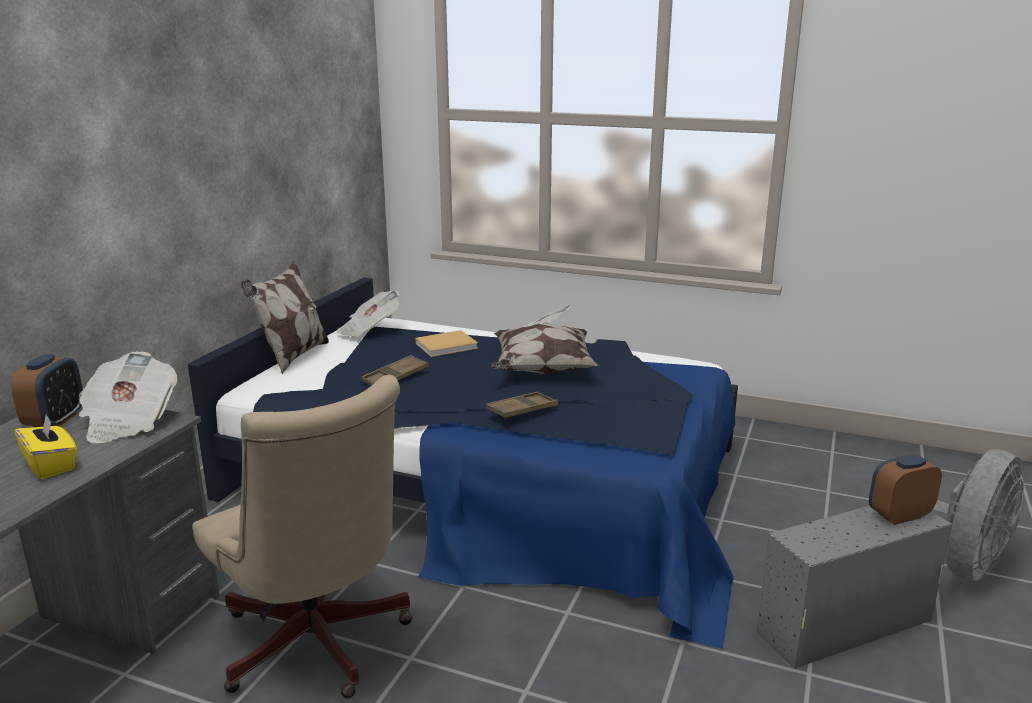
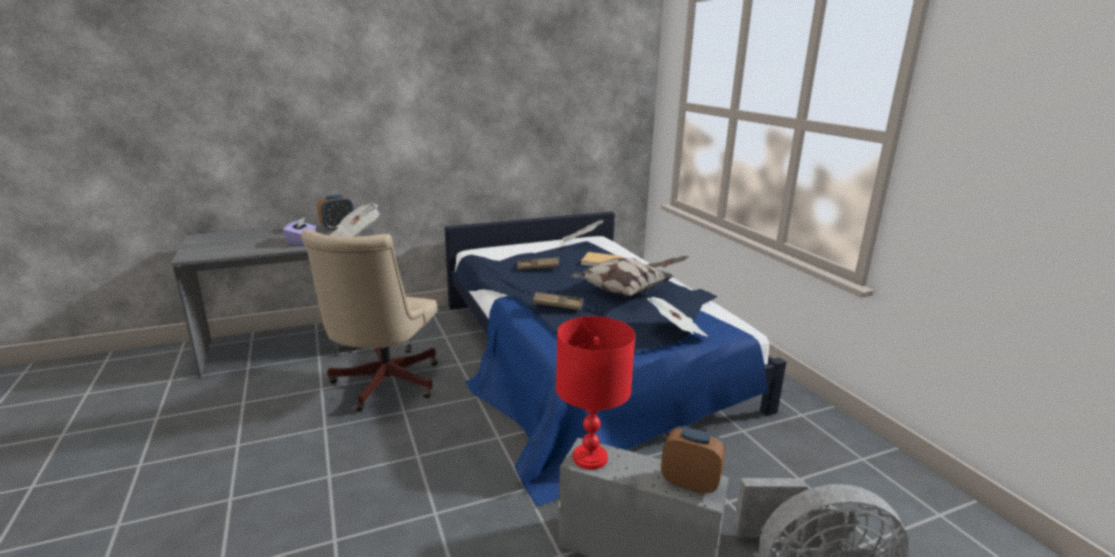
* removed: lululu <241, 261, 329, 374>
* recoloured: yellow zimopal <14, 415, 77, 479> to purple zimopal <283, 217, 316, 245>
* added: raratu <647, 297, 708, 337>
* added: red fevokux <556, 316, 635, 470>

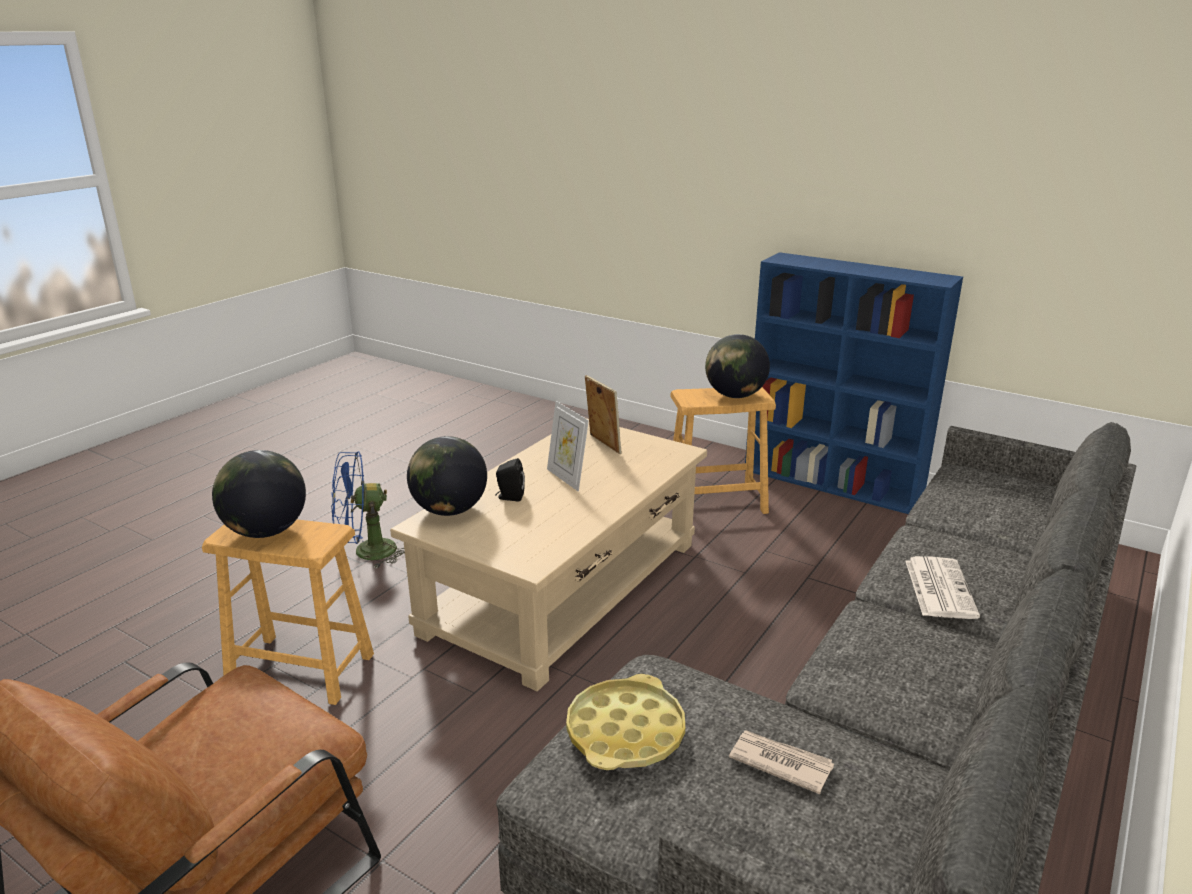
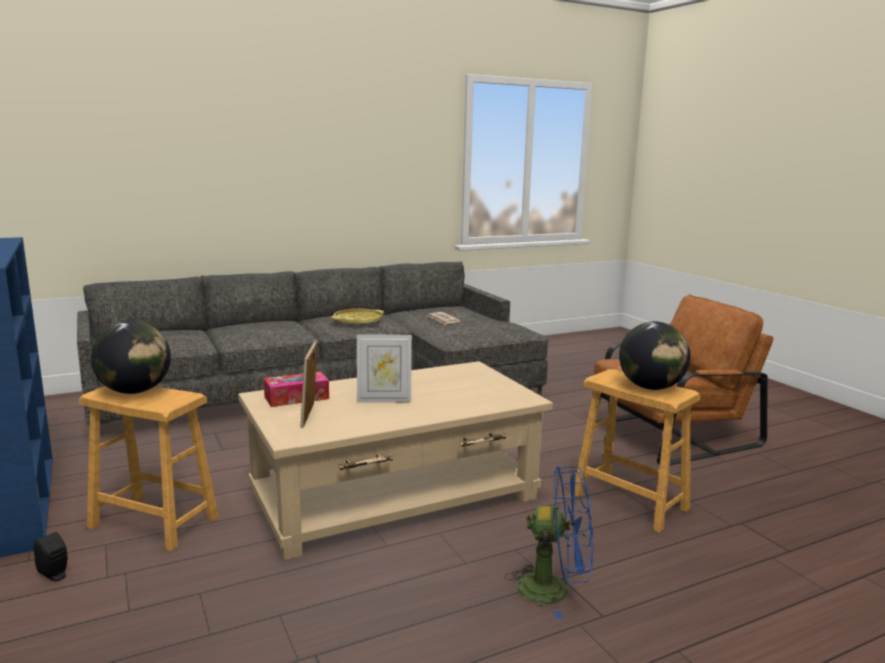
* turned: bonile <547, 401, 589, 491> = <357, 335, 412, 402> 90 degrees clockwise
* removed: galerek <407, 436, 487, 516>
* moved: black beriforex <495, 458, 525, 501> to <34, 532, 67, 581>
* removed: raratu <905, 556, 980, 619>
* moved: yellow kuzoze <566, 674, 685, 770> to <331, 309, 384, 326>
* added: zimopal <264, 371, 329, 407>

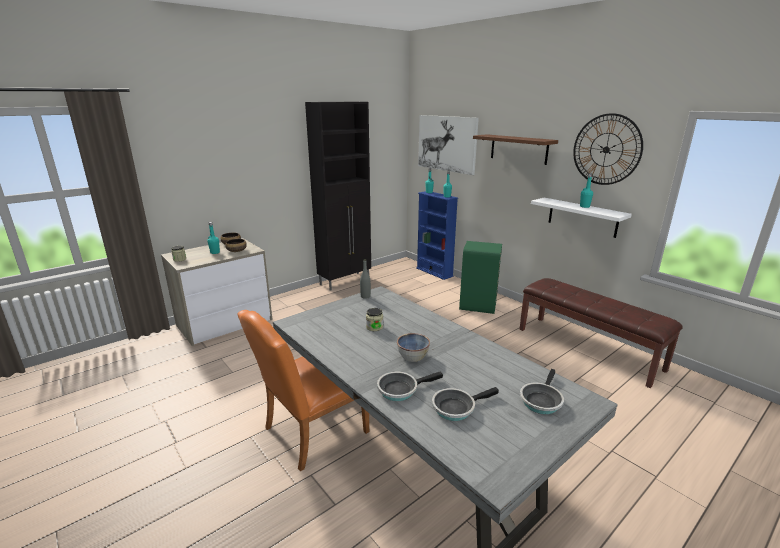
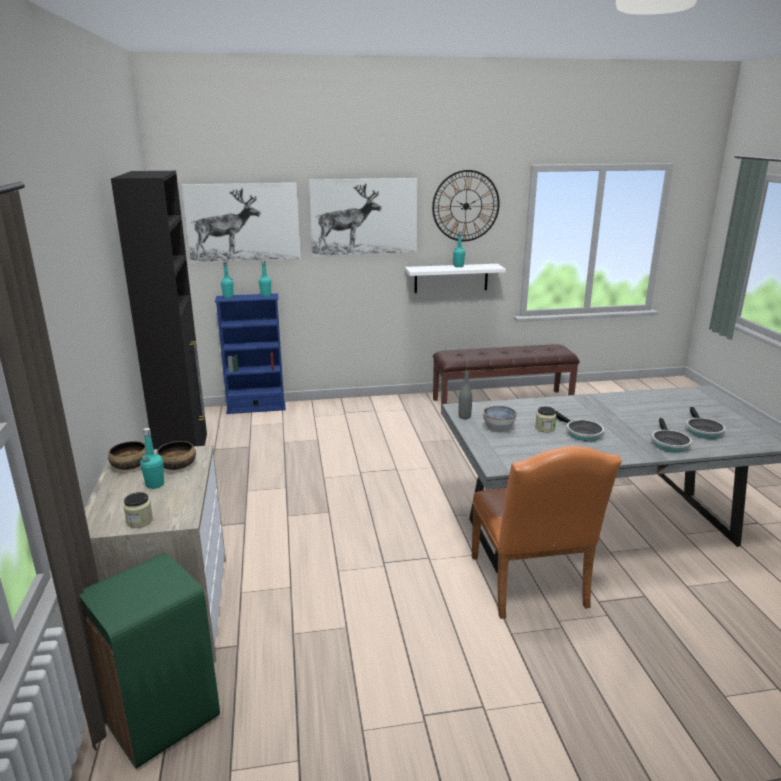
* replaced: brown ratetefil <473, 134, 558, 165> to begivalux <309, 178, 418, 256>
* moved: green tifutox <459, 241, 502, 314> to <79, 553, 220, 769>
* moved: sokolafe <397, 333, 430, 362> to <483, 406, 517, 432>
* moved: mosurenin <520, 369, 564, 414> to <556, 411, 604, 441>

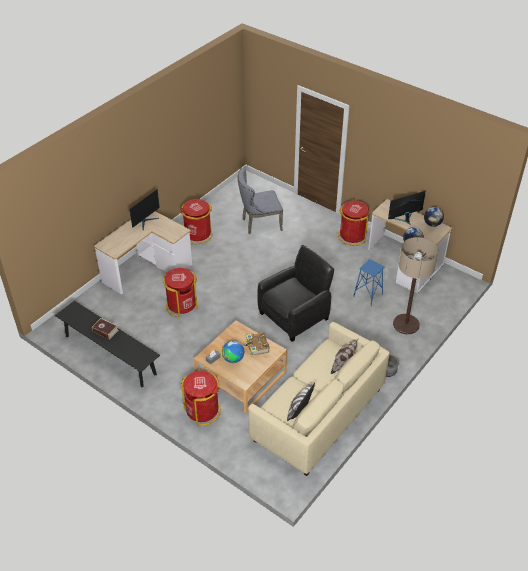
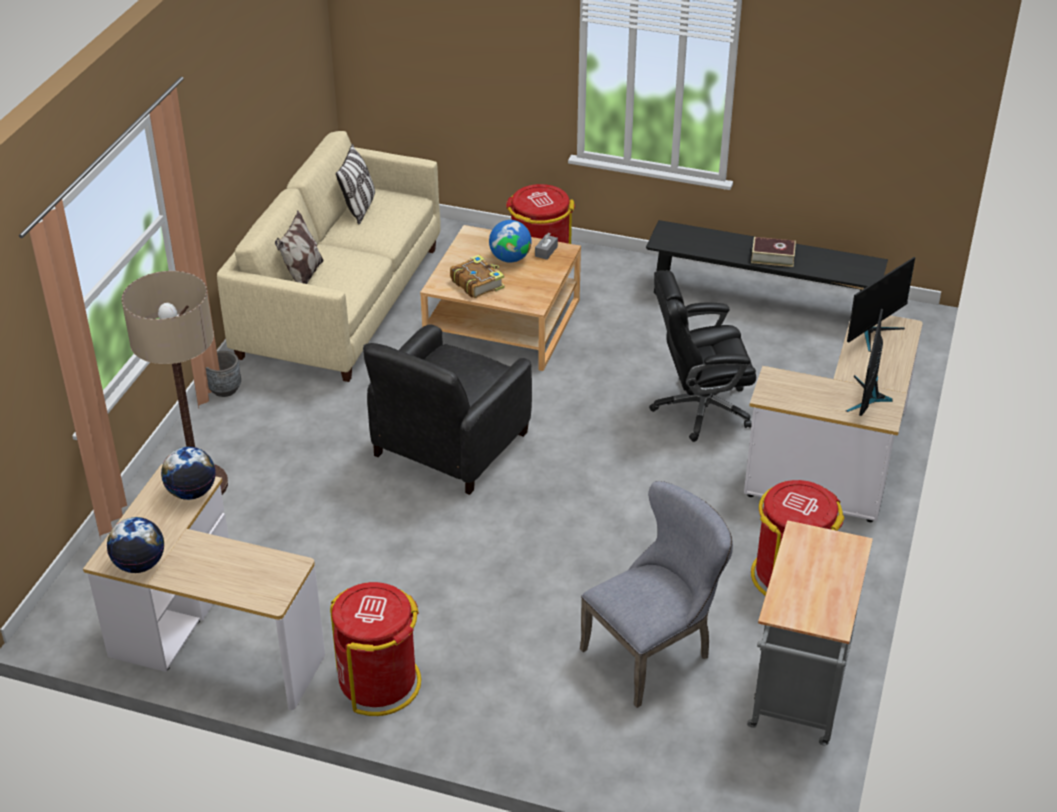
* moved: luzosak <388, 191, 426, 225> to <847, 257, 915, 352>
* removed: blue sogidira <353, 259, 384, 306>
* replaced: red tifutox <163, 268, 198, 317> to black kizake <649, 270, 756, 442>
* added: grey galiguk <747, 520, 873, 745>

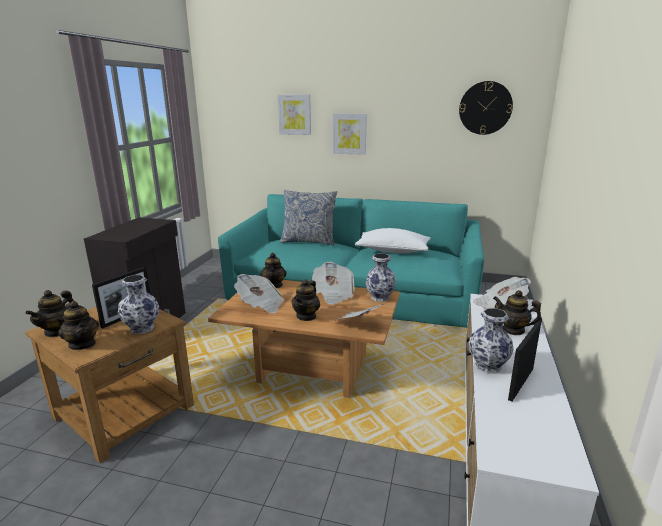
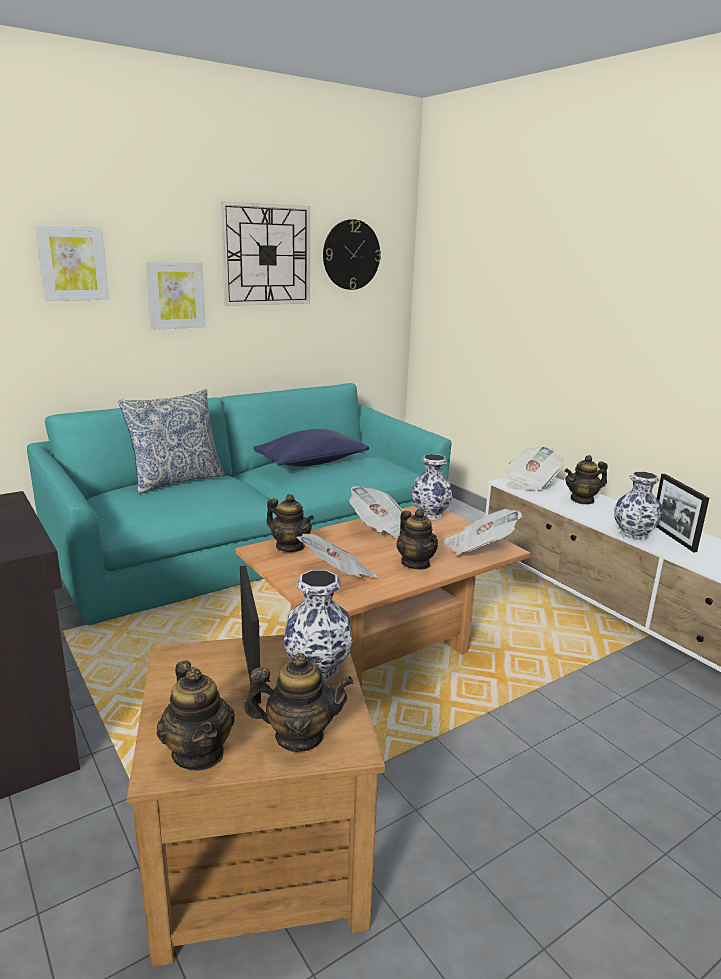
* recoloured: white lululu <355, 228, 430, 253> to blue lululu <253, 429, 369, 467>
* added: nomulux <220, 201, 310, 306>

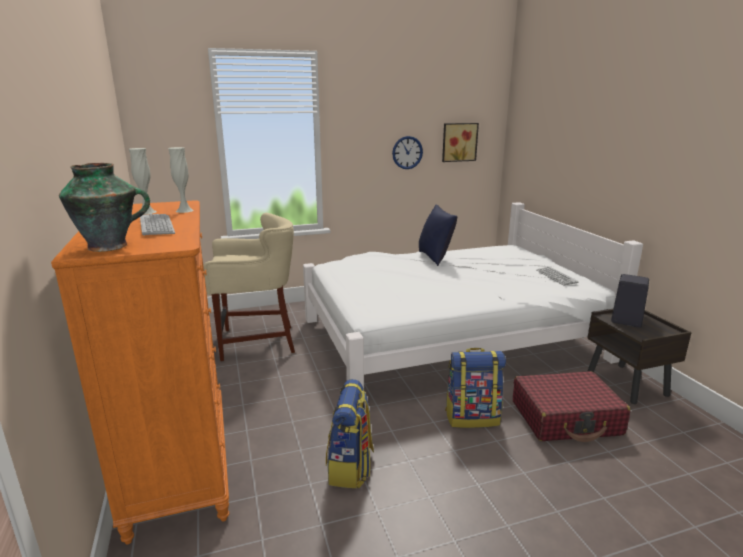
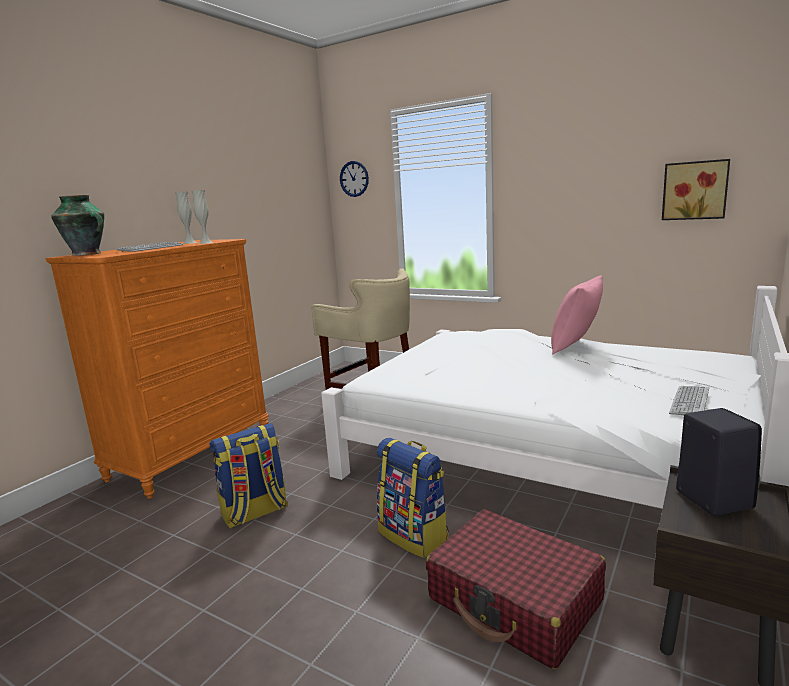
* moved: nomulux <392, 136, 423, 169> to <340, 161, 369, 197>
* recoloured: blue lululu <419, 204, 457, 266> to pink lululu <551, 276, 603, 354>

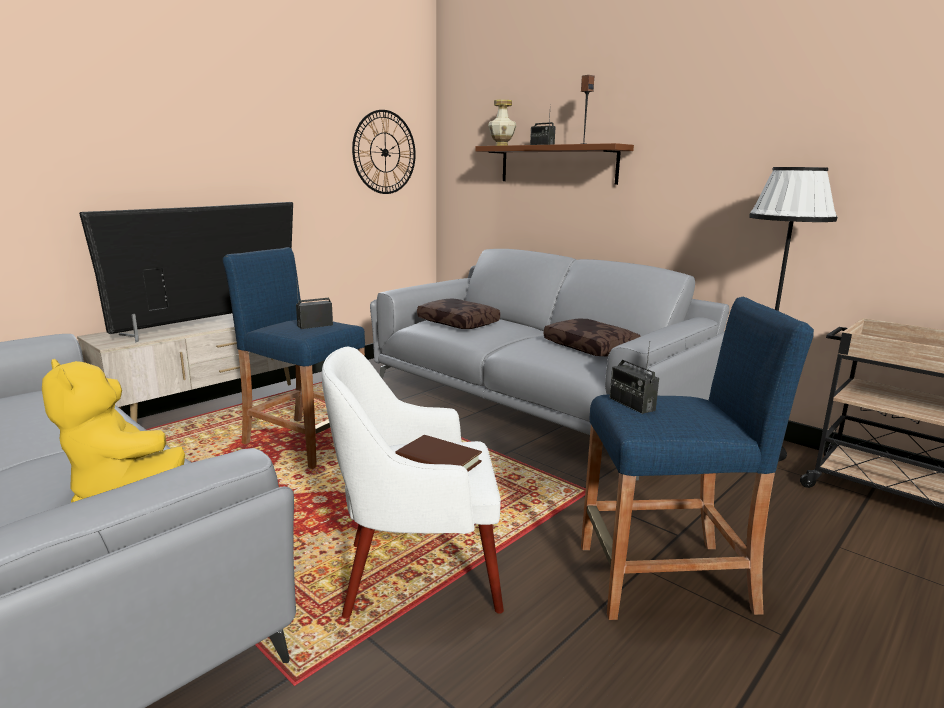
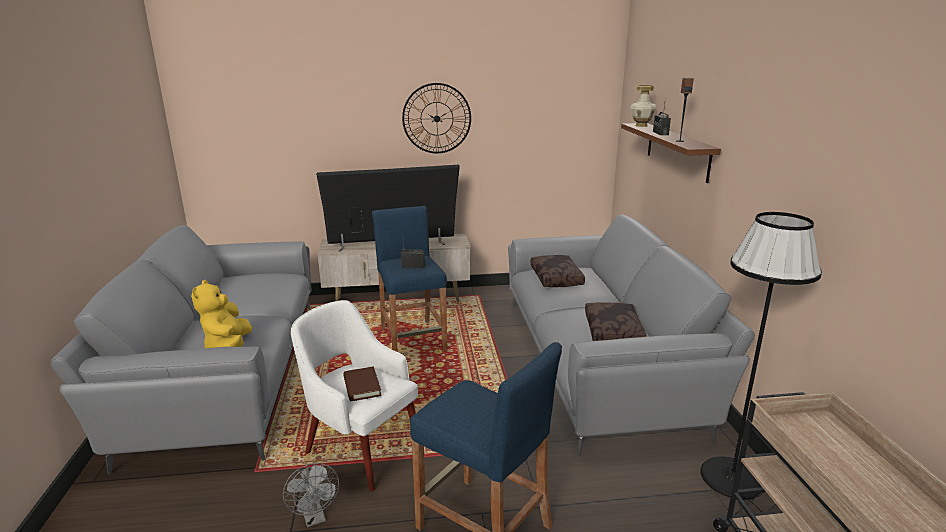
* moved: nomulux <352, 110, 416, 194> to <402, 83, 471, 154>
* removed: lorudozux <610, 341, 659, 414>
* added: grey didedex <283, 463, 339, 527>

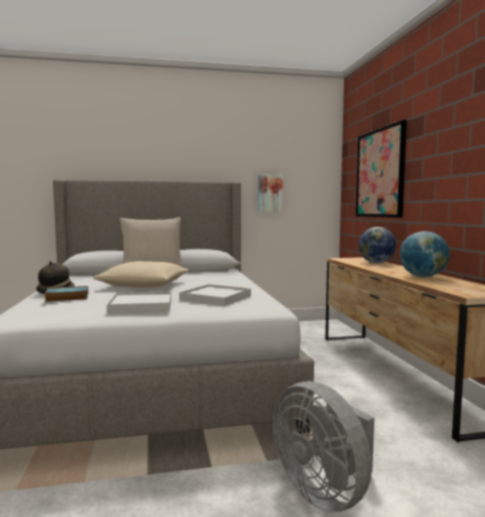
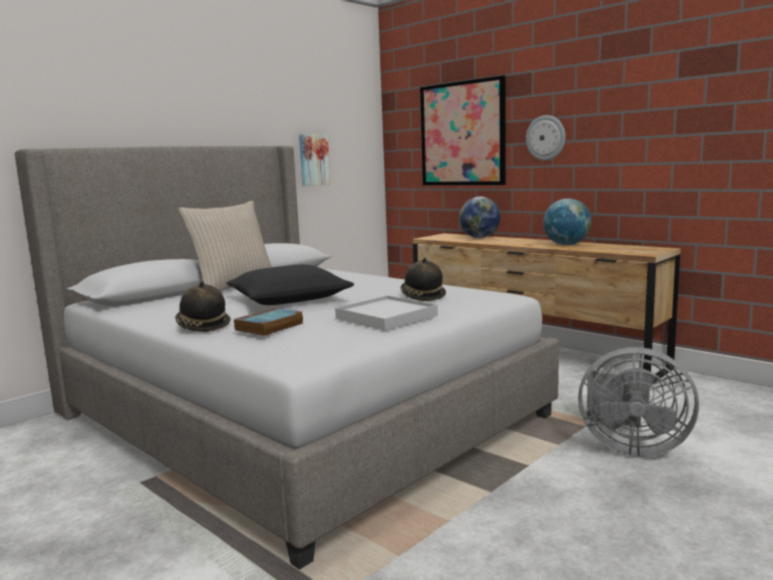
* recoloured: beige lululu <93, 261, 189, 287> to black lululu <226, 264, 354, 305>
* replaced: white kuzoze <179, 284, 251, 306> to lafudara <401, 258, 446, 301>
* added: nomulux <526, 115, 566, 161>

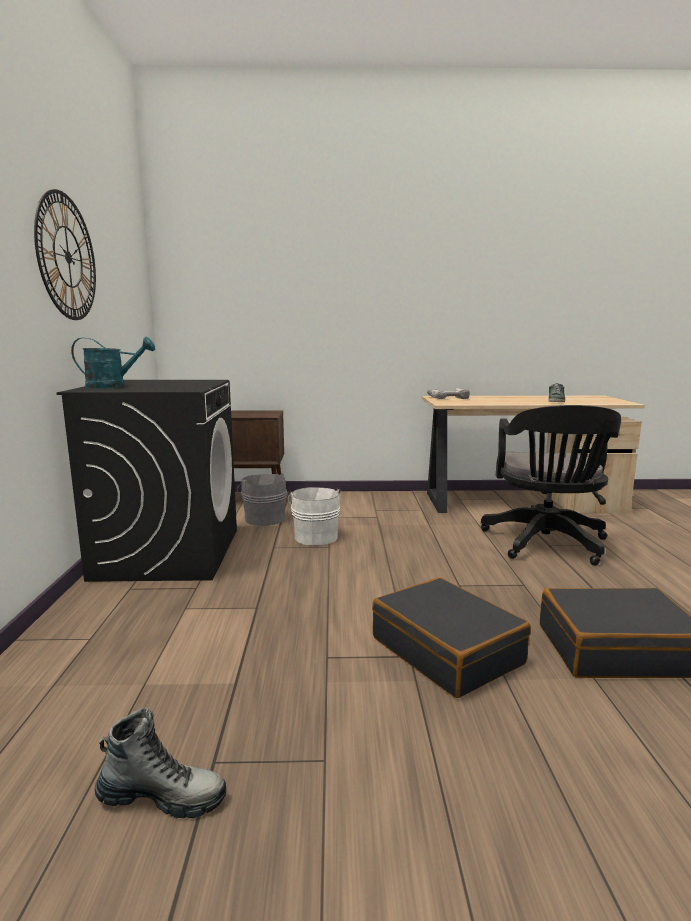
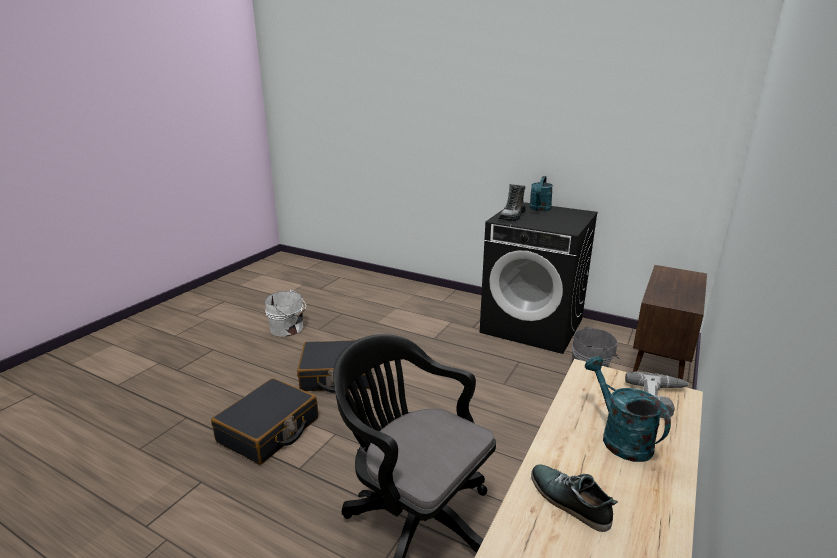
* removed: nomulux <34, 189, 96, 320>
* moved: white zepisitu <288, 487, 341, 545> to <265, 289, 306, 337>
* moved: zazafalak <95, 707, 226, 818> to <499, 184, 526, 221>
* added: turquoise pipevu <585, 357, 671, 462>

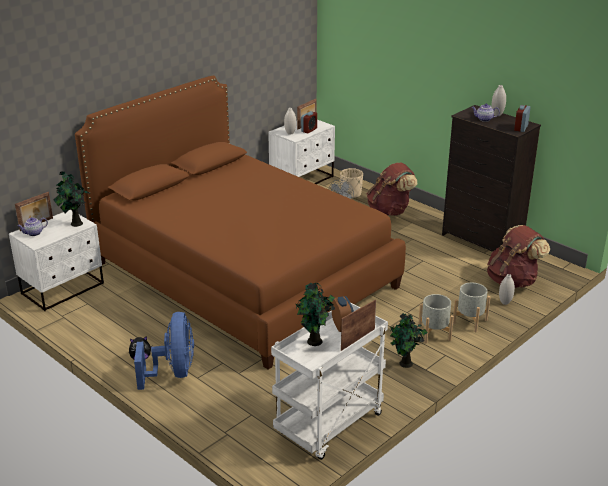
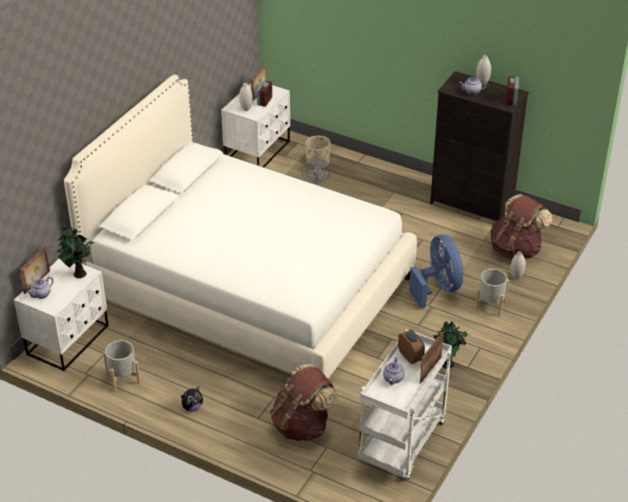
* recoloured: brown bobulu <75, 76, 406, 369> to white bobulu <64, 75, 417, 379>
* moved: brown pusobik <367, 163, 418, 215> to <270, 364, 338, 442>
* replaced: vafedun <295, 283, 335, 346> to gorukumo <383, 357, 404, 385>
* moved: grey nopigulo <418, 294, 454, 343> to <103, 340, 141, 392>
* moved: blue didedex <134, 312, 194, 390> to <409, 235, 463, 308>

